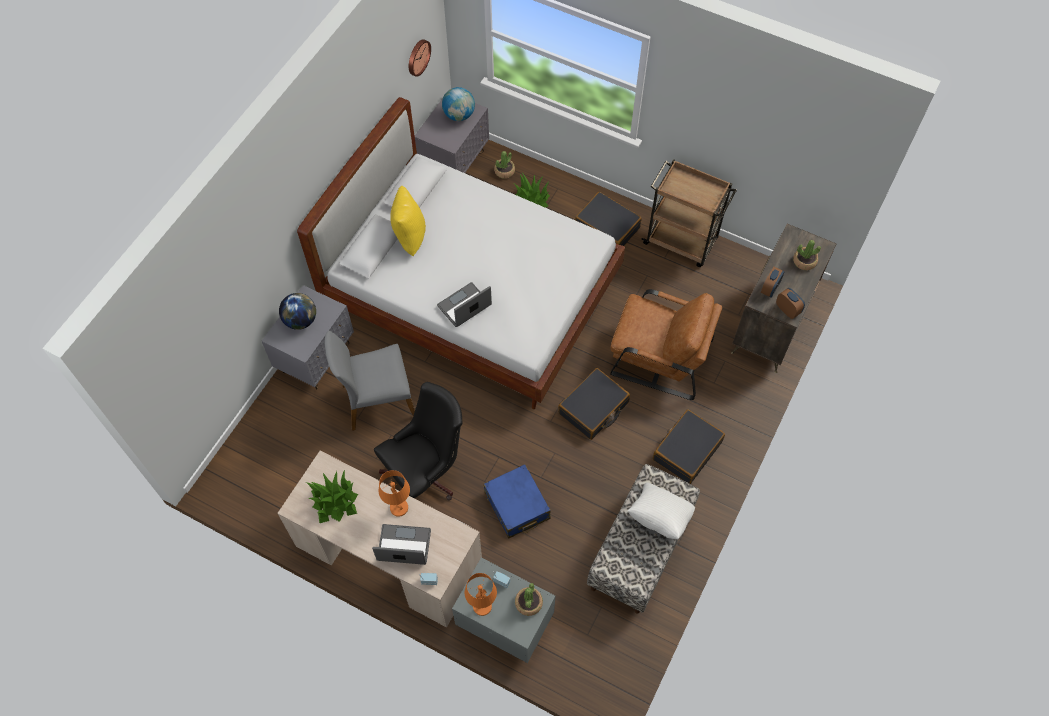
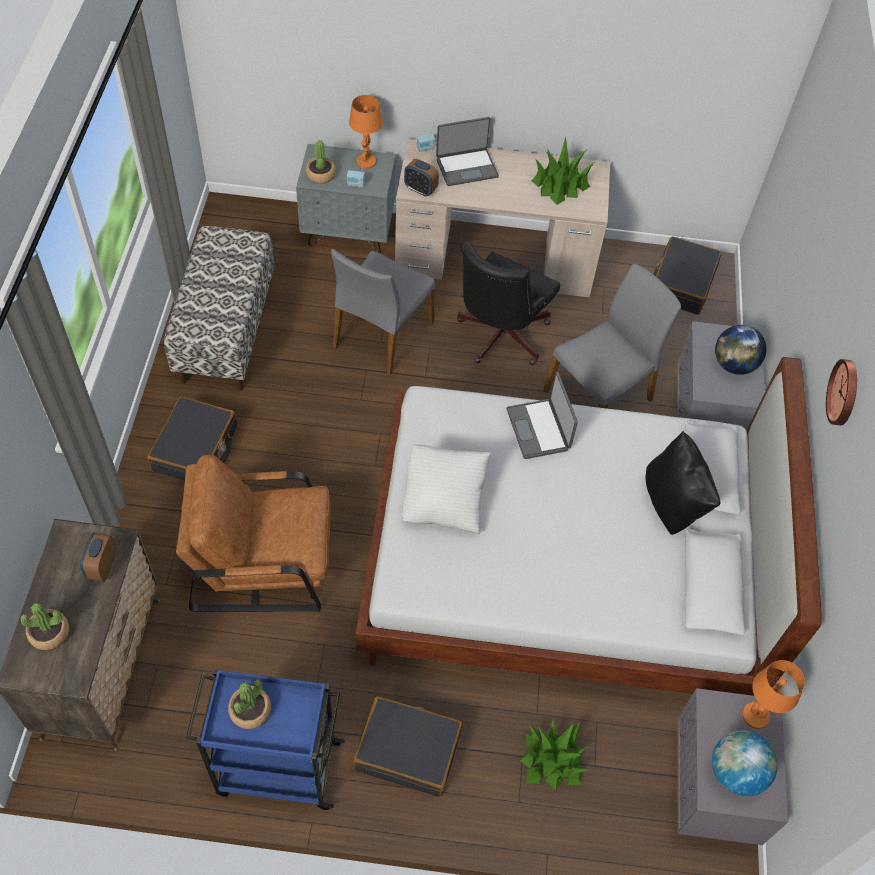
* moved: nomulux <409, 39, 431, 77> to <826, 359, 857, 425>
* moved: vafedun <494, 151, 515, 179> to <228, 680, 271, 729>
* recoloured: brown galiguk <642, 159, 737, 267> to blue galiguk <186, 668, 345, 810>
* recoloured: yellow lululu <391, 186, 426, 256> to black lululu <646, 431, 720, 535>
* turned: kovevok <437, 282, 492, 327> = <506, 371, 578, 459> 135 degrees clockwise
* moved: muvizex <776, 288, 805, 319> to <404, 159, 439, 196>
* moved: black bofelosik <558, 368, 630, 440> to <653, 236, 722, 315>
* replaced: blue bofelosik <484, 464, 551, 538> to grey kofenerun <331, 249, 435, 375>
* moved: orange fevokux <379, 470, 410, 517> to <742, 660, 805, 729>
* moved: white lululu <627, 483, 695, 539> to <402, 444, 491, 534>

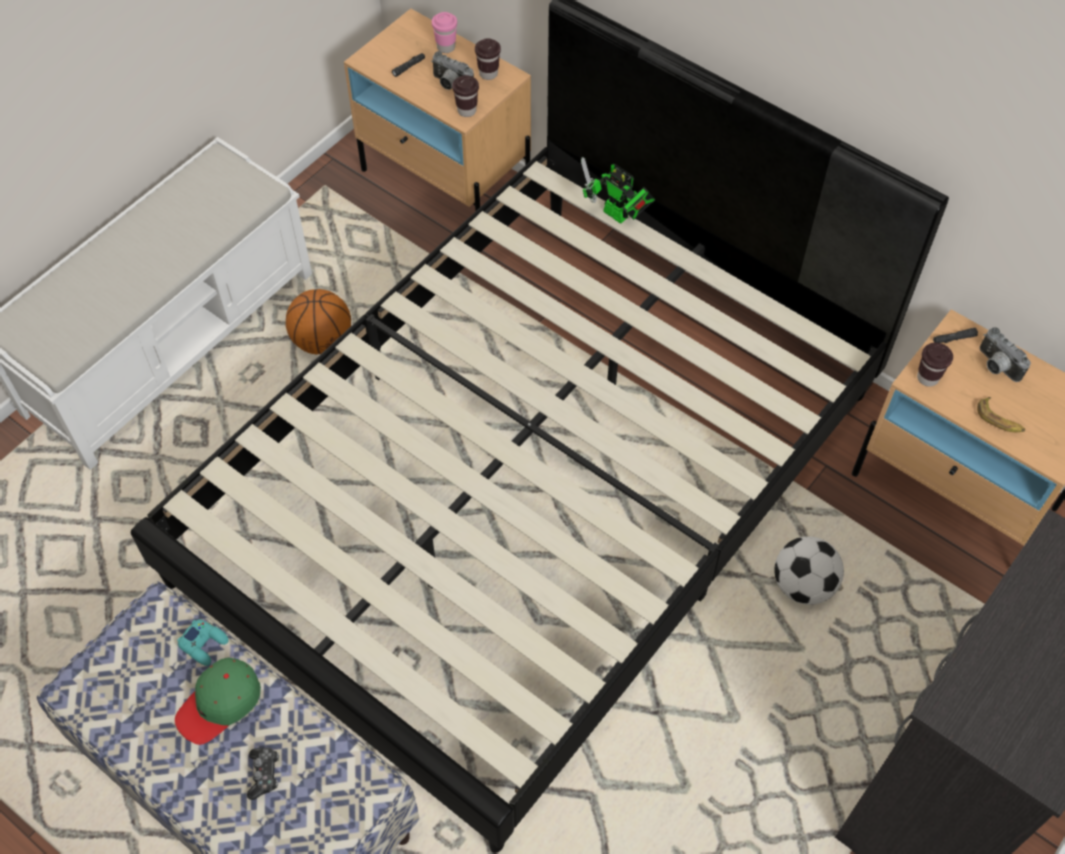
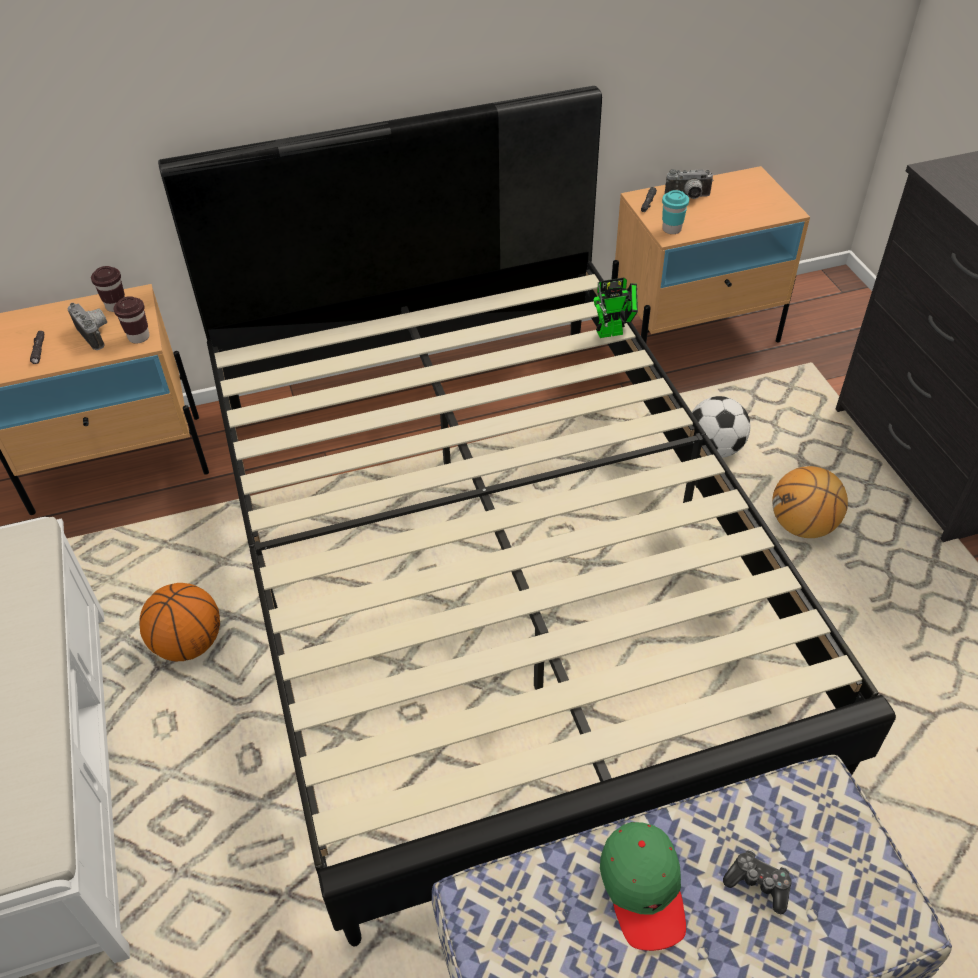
* removed: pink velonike <432, 12, 457, 53>
* turned: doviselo <431, 51, 474, 90> = <67, 303, 107, 350> 105 degrees counterclockwise
* moved: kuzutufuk <581, 157, 655, 224> to <593, 278, 638, 338>
* recoloured: brown velonike <917, 343, 953, 387> to turquoise velonike <662, 190, 689, 234>
* removed: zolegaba <977, 397, 1025, 432>
* removed: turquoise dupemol <177, 619, 228, 666>
* added: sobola <772, 466, 848, 538>

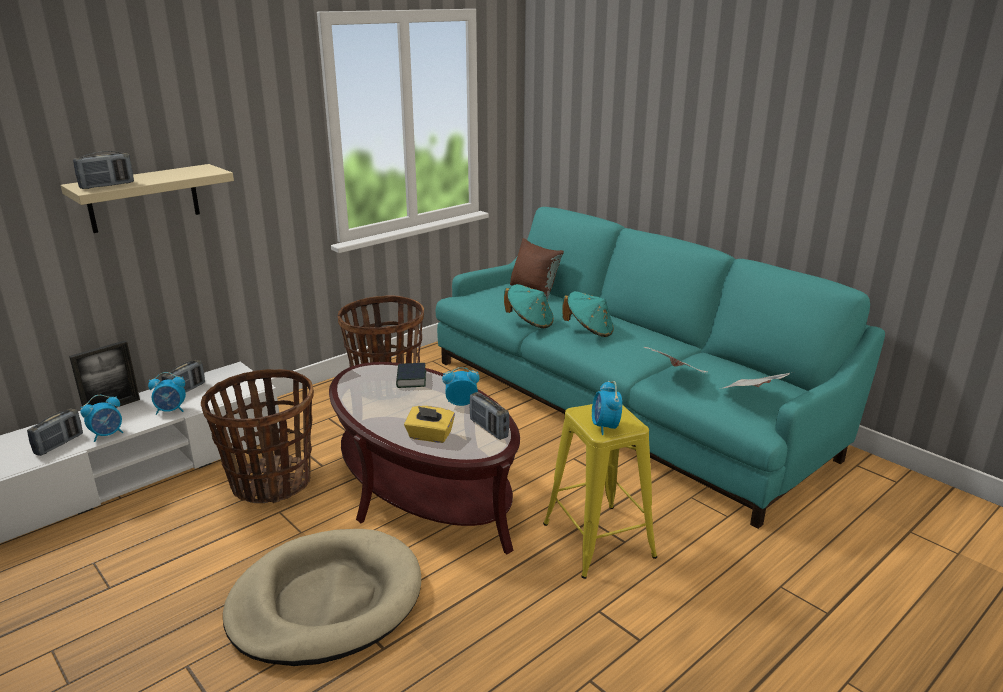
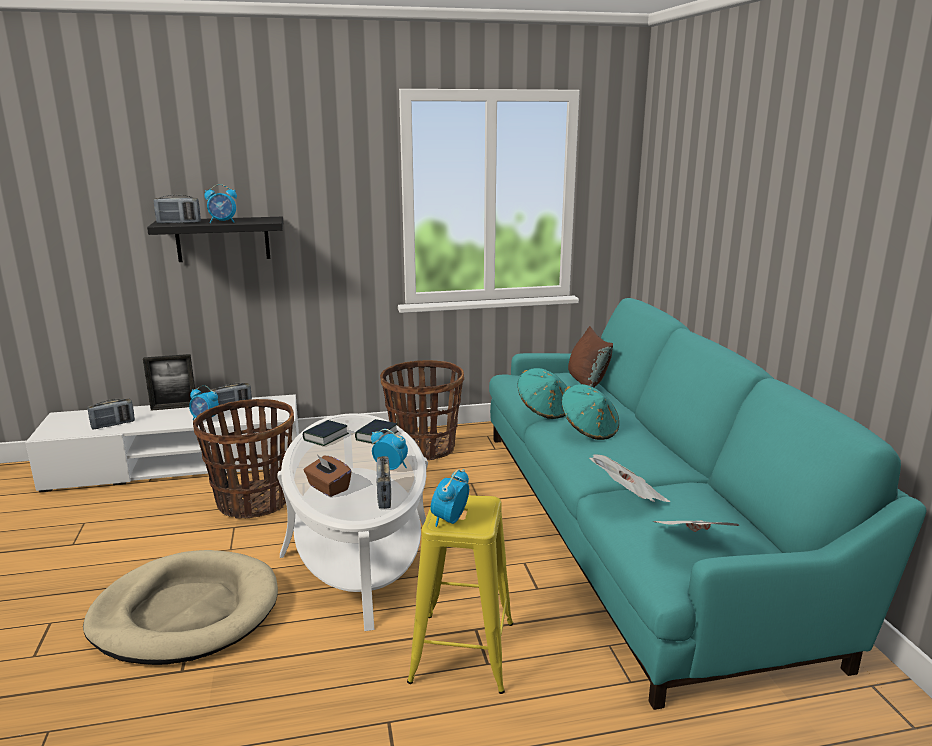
* recoloured: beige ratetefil <61, 164, 234, 233> to black ratetefil <147, 217, 283, 262>
* recoloured: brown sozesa <329, 362, 520, 554> to white sozesa <277, 413, 428, 631>
* moved: muvizex <80, 395, 123, 442> to <204, 184, 237, 223>
* recoloured: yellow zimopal <404, 406, 455, 443> to brown zimopal <304, 456, 352, 497>
* added: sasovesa <303, 420, 349, 446>

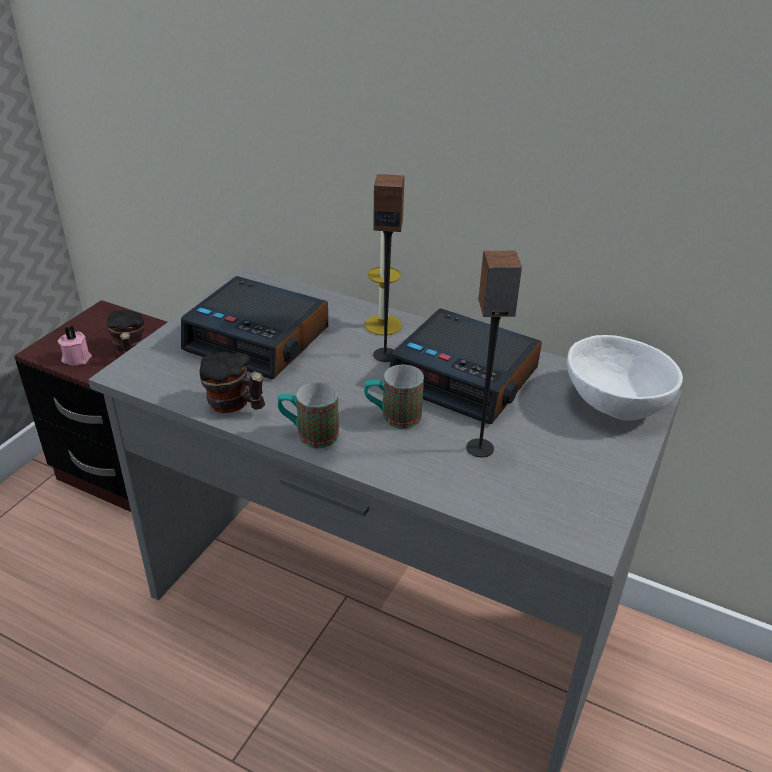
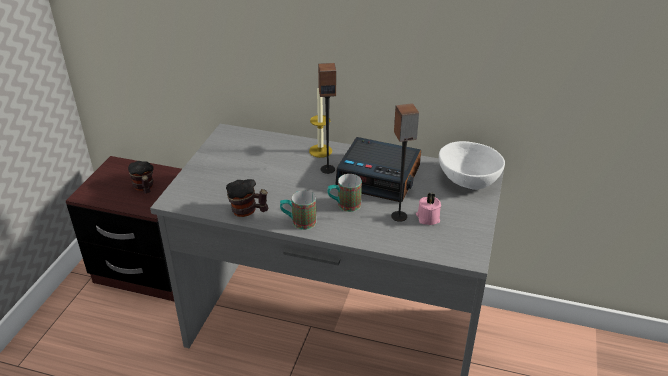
* removed: muvizex <181, 276, 328, 379>
* moved: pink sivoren <58, 326, 92, 366> to <416, 193, 441, 225>

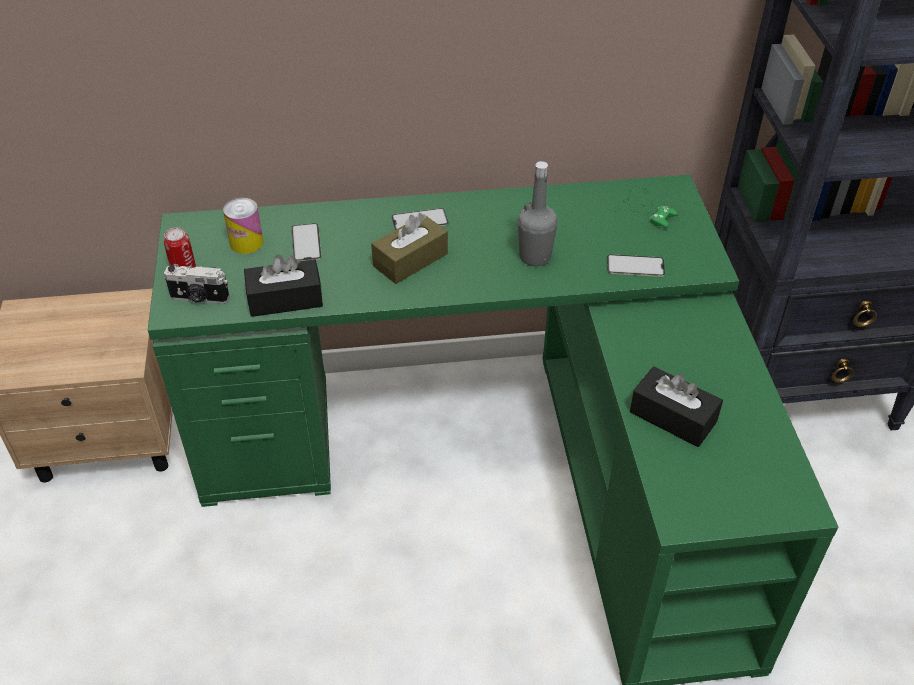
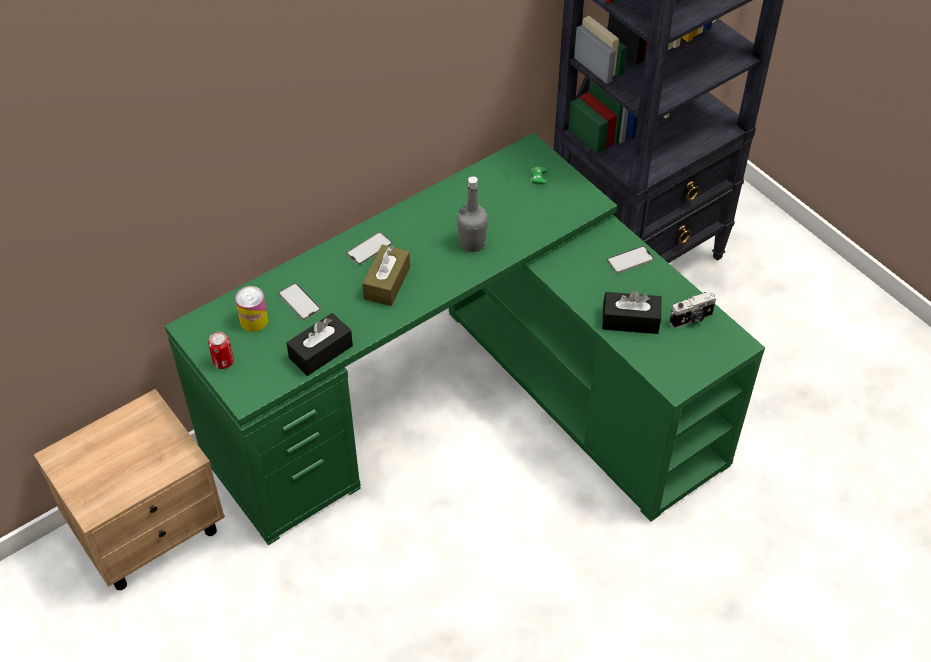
* moved: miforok <607, 254, 665, 277> to <607, 246, 654, 274>
* moved: doviselo <164, 265, 230, 304> to <669, 291, 716, 328>

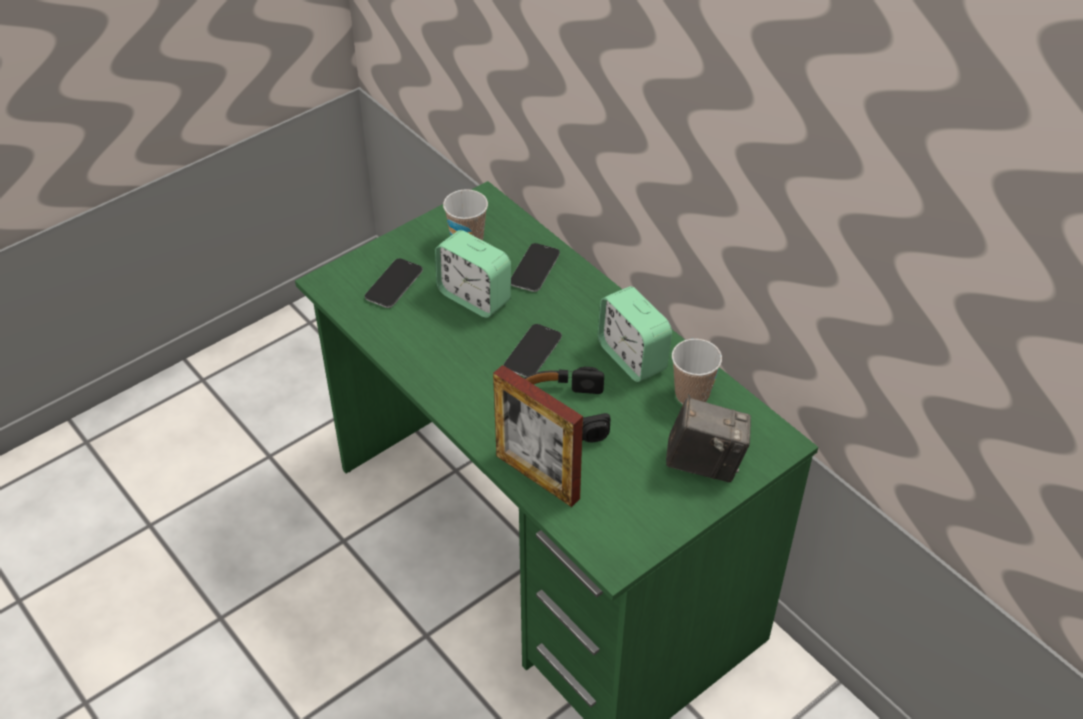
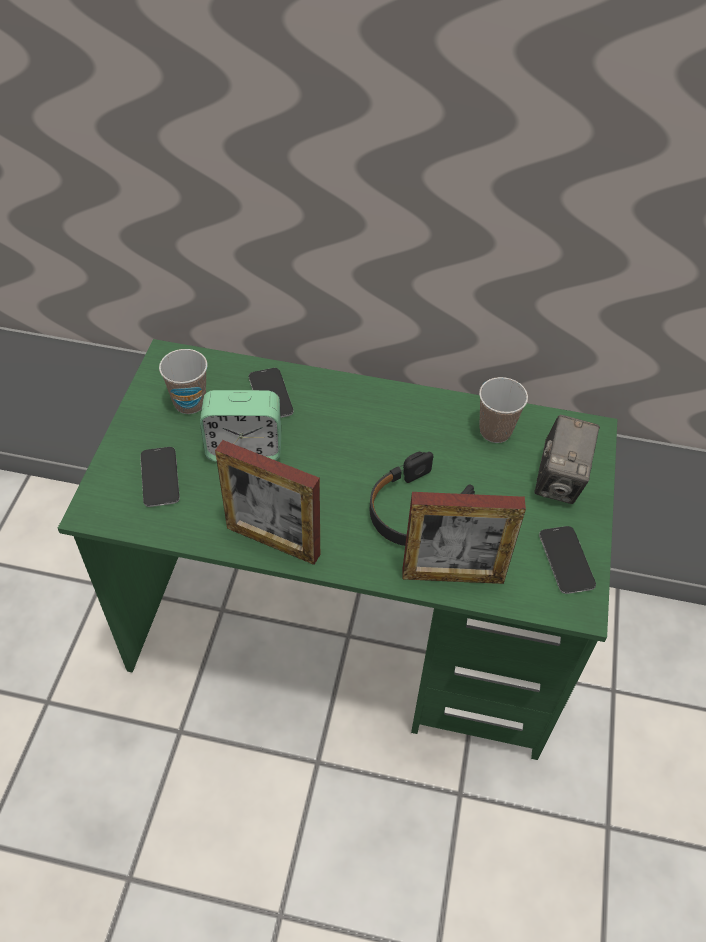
* removed: muvizex <598, 286, 672, 382>
* moved: miforok <504, 324, 562, 377> to <539, 526, 596, 594>
* turned: doviselo <666, 397, 751, 482> = <535, 415, 600, 504> 135 degrees clockwise
* added: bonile <215, 440, 320, 565>

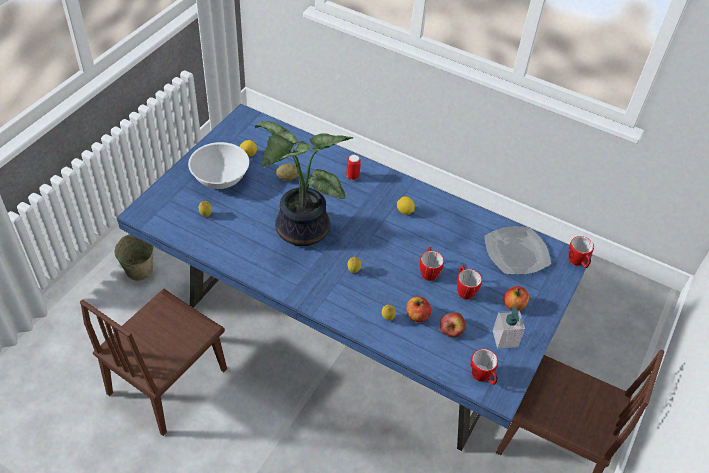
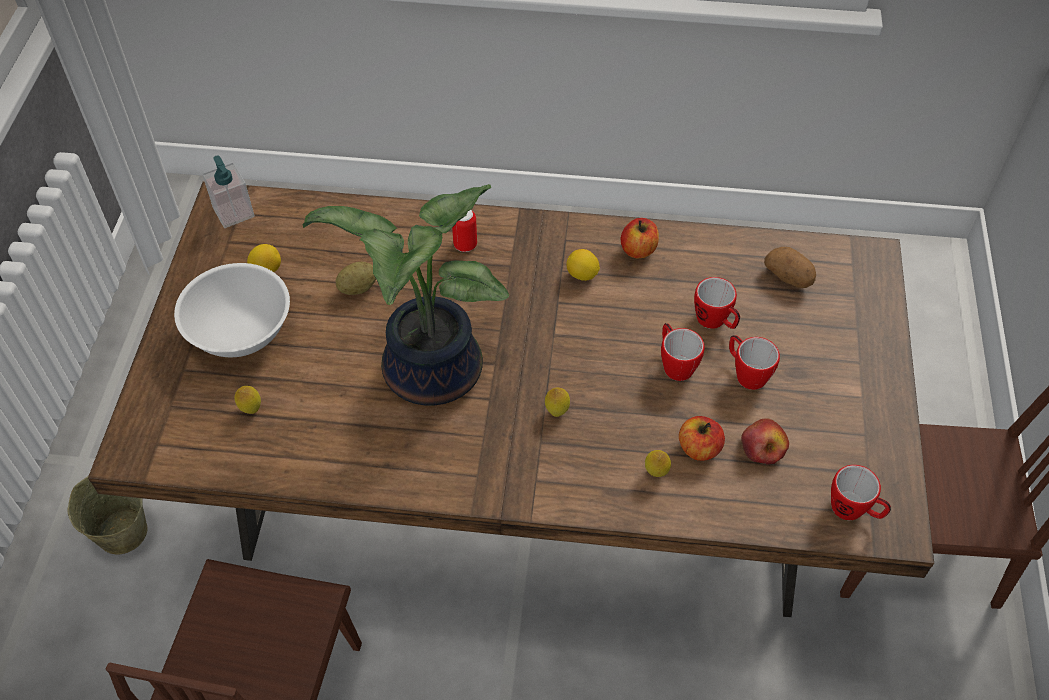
* recoloured: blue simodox <117, 104, 592, 451> to brown simodox <88, 182, 934, 617>
* replaced: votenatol <485, 226, 551, 275> to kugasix <764, 247, 816, 288>
* moved: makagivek <568, 236, 594, 268> to <694, 277, 740, 329>
* moved: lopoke <504, 286, 529, 311> to <621, 218, 659, 258>
* moved: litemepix <493, 307, 525, 349> to <202, 156, 255, 228>

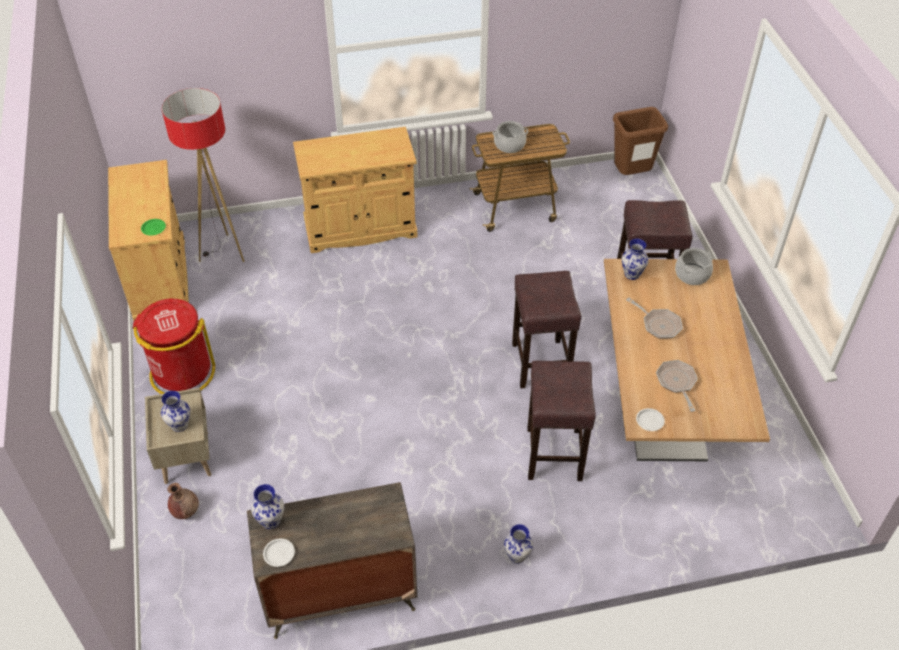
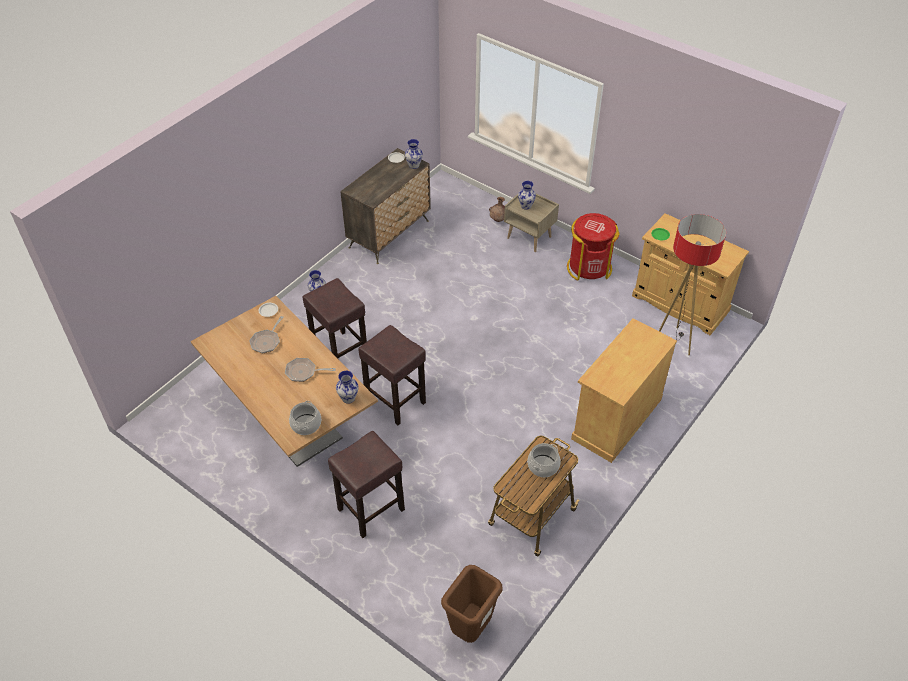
* turned: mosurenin <656, 360, 698, 412> = <249, 316, 284, 353> 75 degrees clockwise

